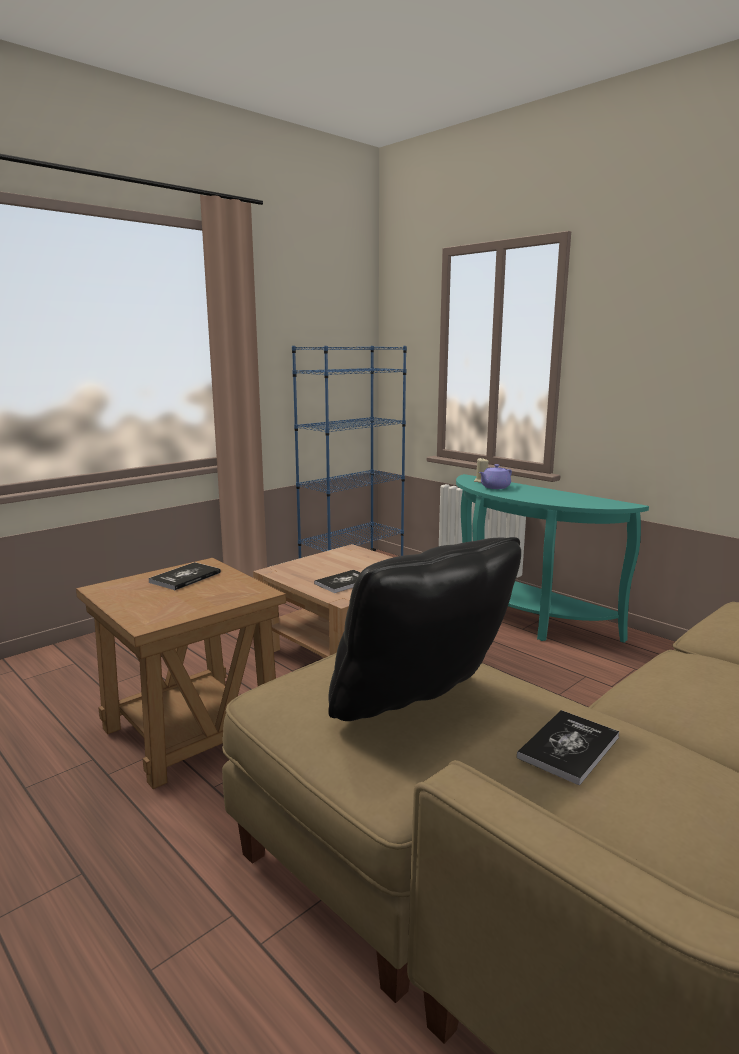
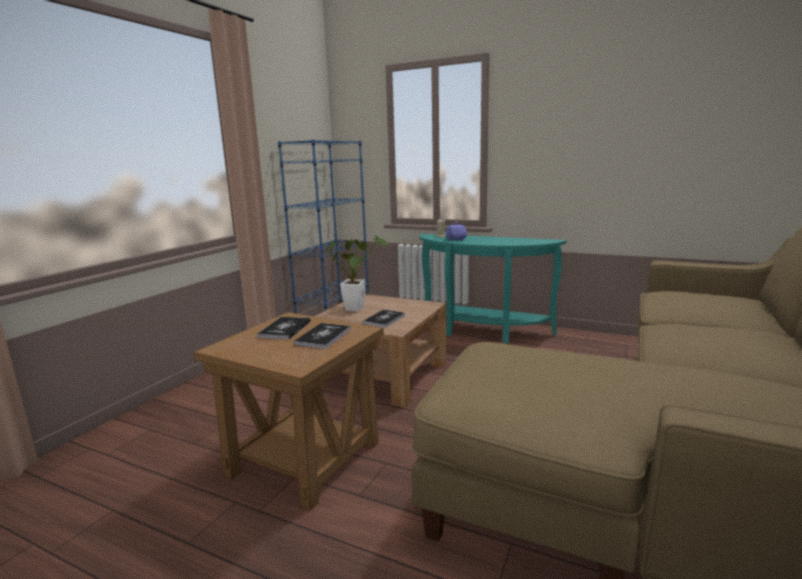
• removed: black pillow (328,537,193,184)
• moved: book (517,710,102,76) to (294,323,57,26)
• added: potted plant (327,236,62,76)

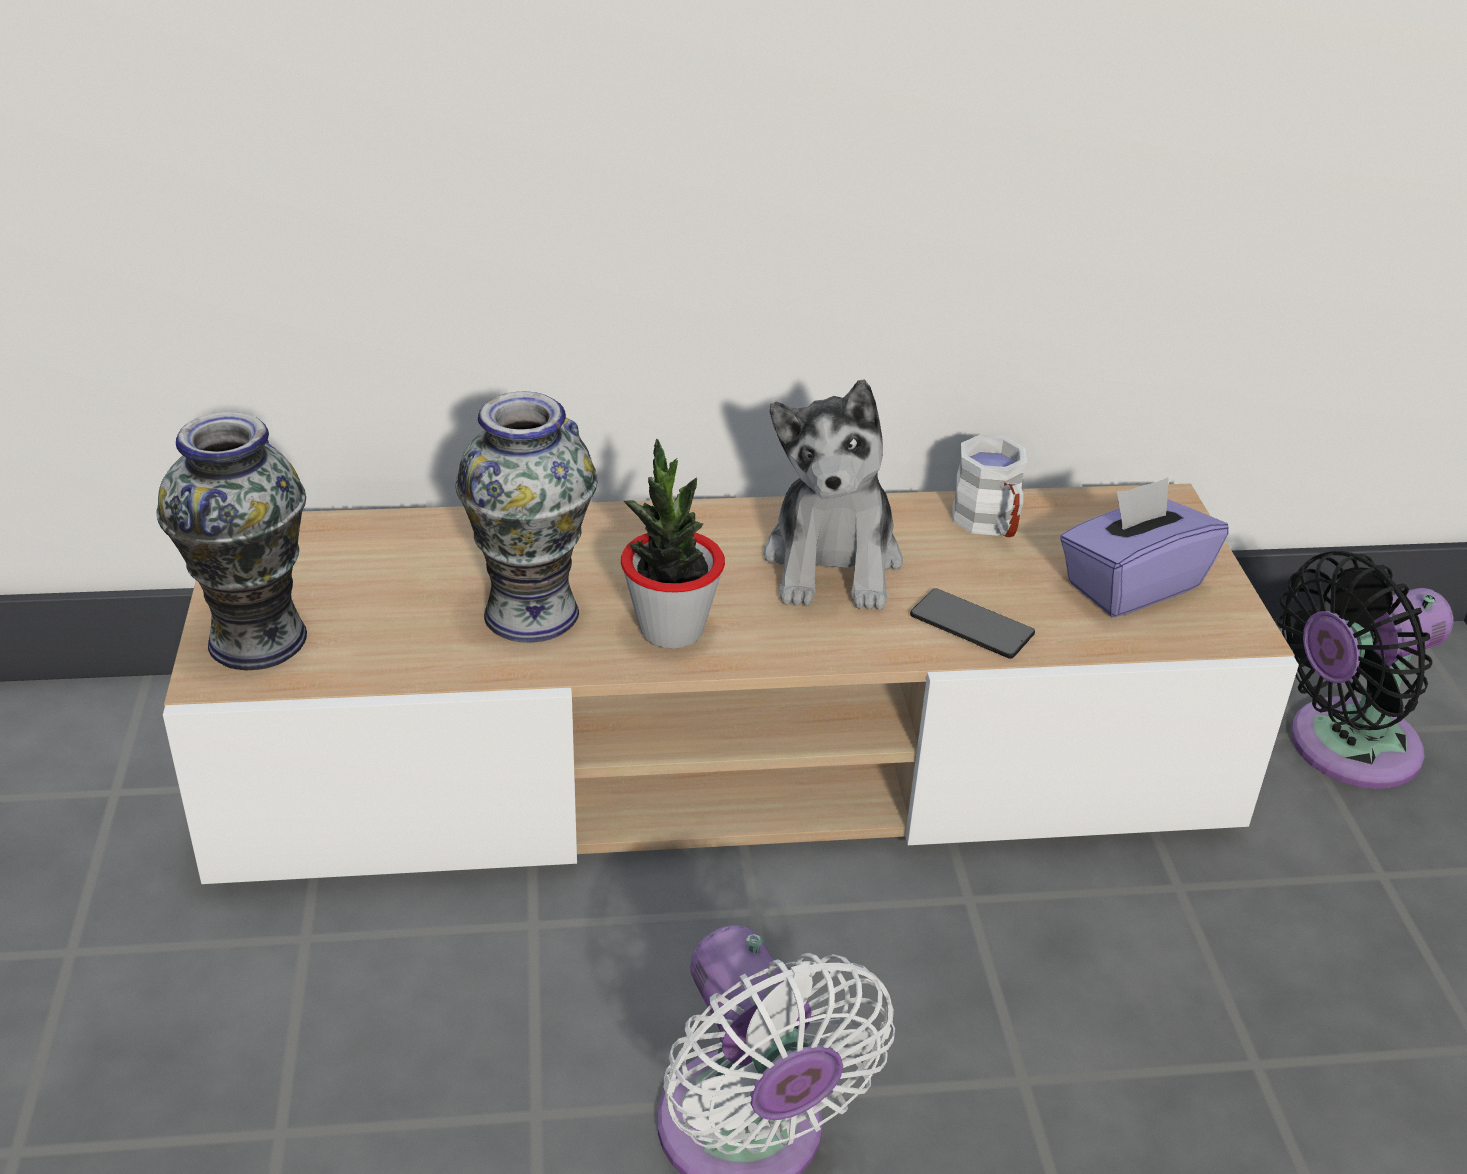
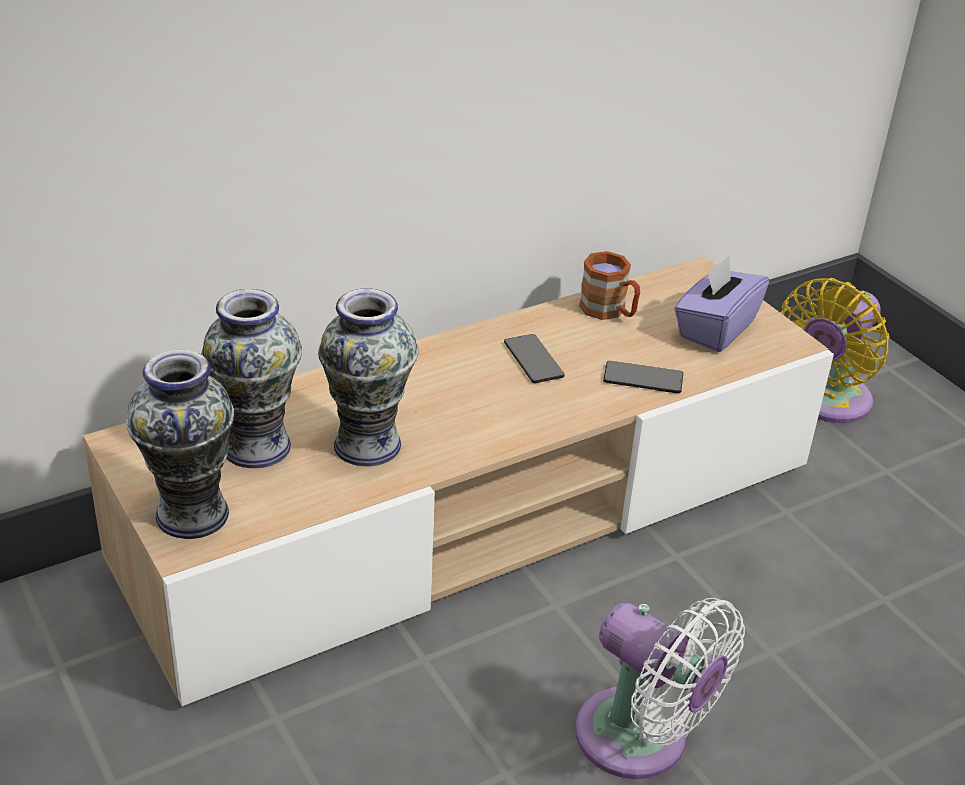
• removed: potted plant (621,439,104,210)
• replaced: plush toy (763,379,140,231) to phone (504,334,60,49)
• recoloured: white mug (952,435,75,102) to brown mug (579,251,61,69)
• recoloured: black fan (1277,551,176,238) to yellow fan (781,278,109,145)
• added: vase (201,289,101,179)

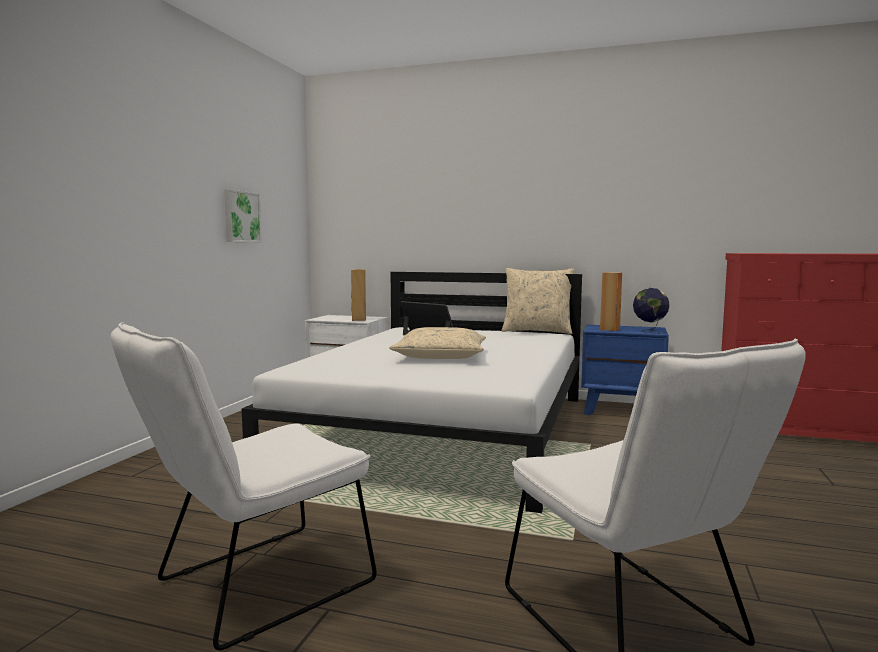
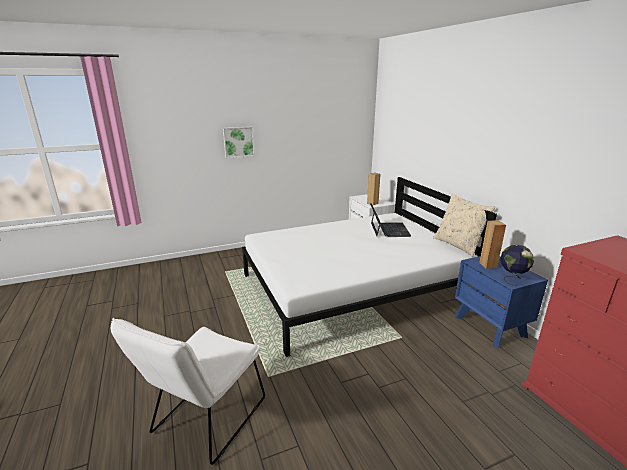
• removed: white chair (111,322,266,329)
• moved: picture (224,189,38,53) to (223,127,31,31)
• removed: beige pillow (389,327,97,32)

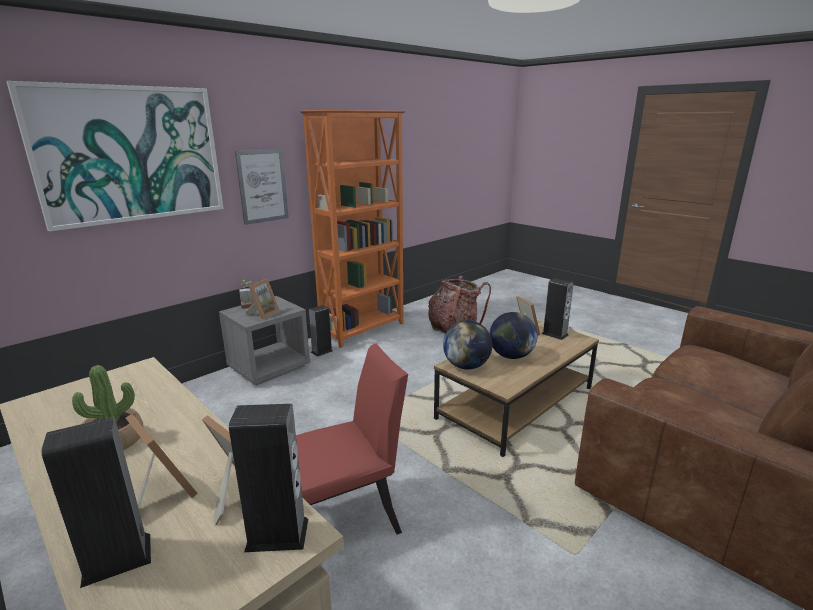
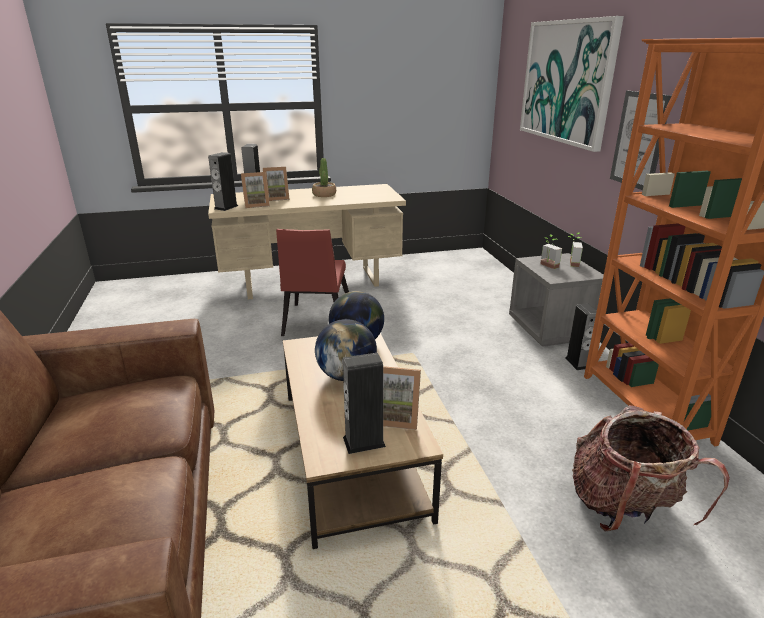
• replaced: picture frame (246,278,34,41) to potted plant (540,235,22,34)

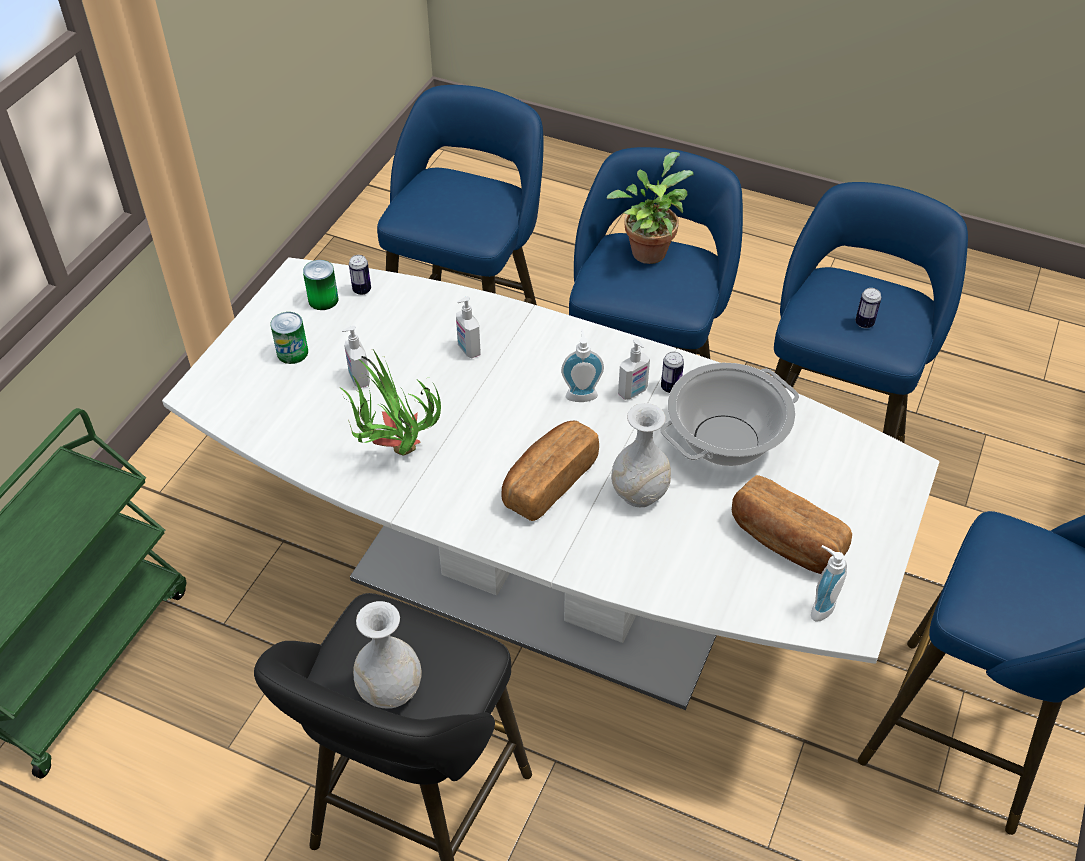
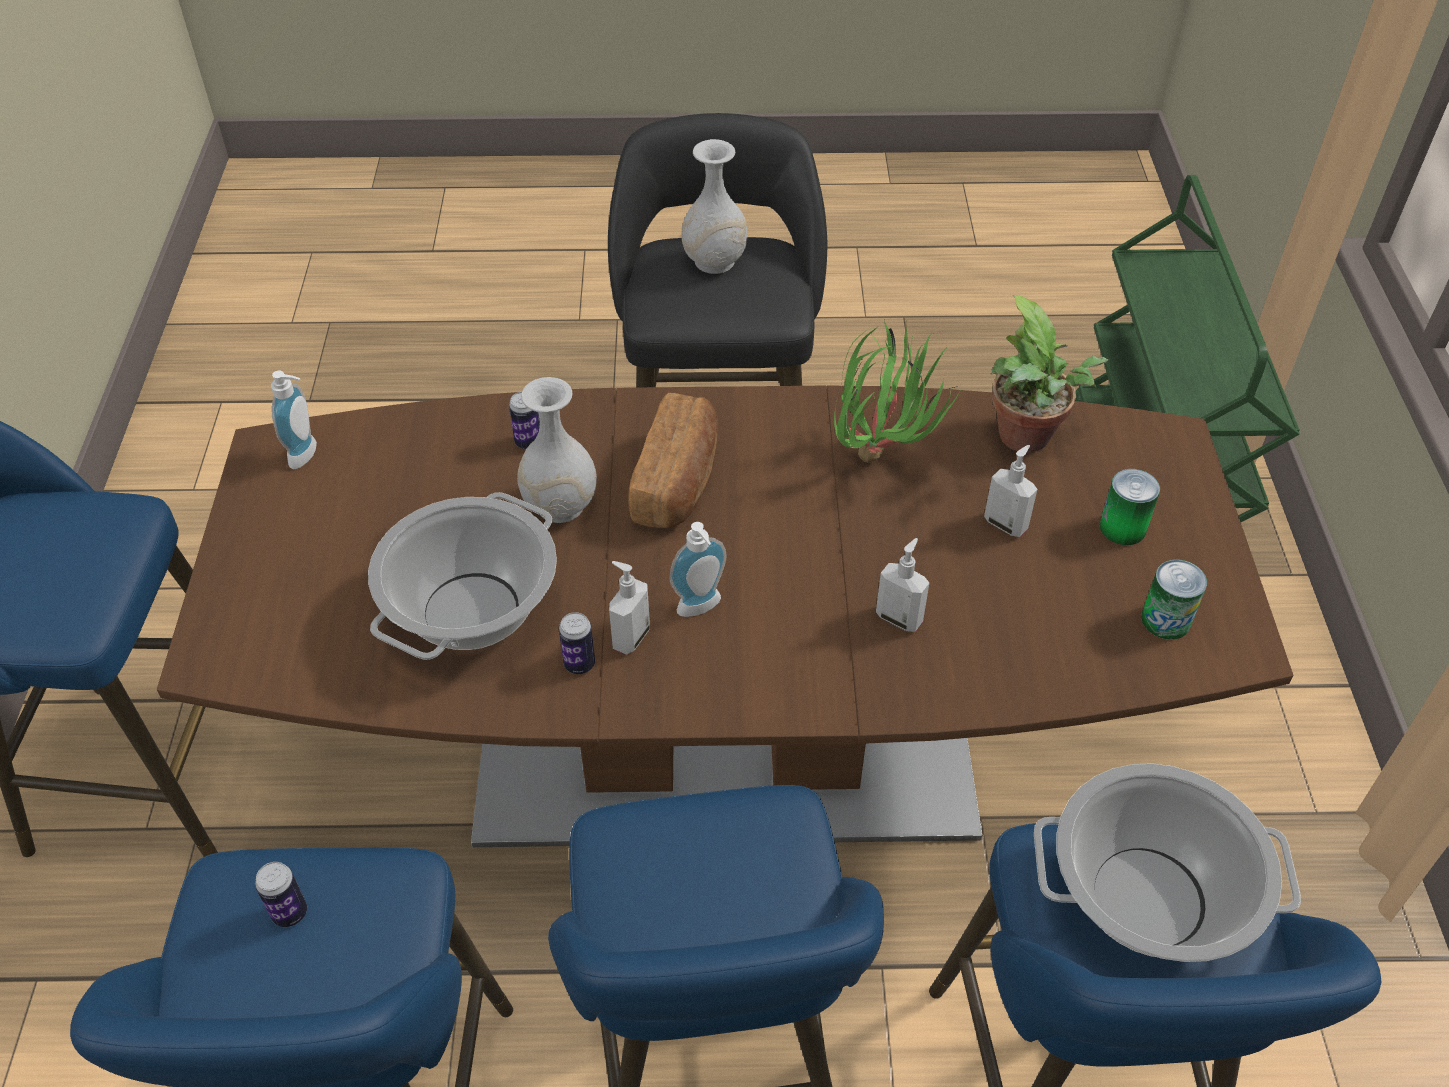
• recoloured: white dining table (162,257,777,453) to brown dining table (157,386,1136,461)
• moved: can (349,255,22,40) to (509,392,31,57)
• moved: potted plant (607,152,87,112) to (991,295,118,158)
• removed: bread (732,475,120,99)
• added: cooking pot (1034,763,267,199)

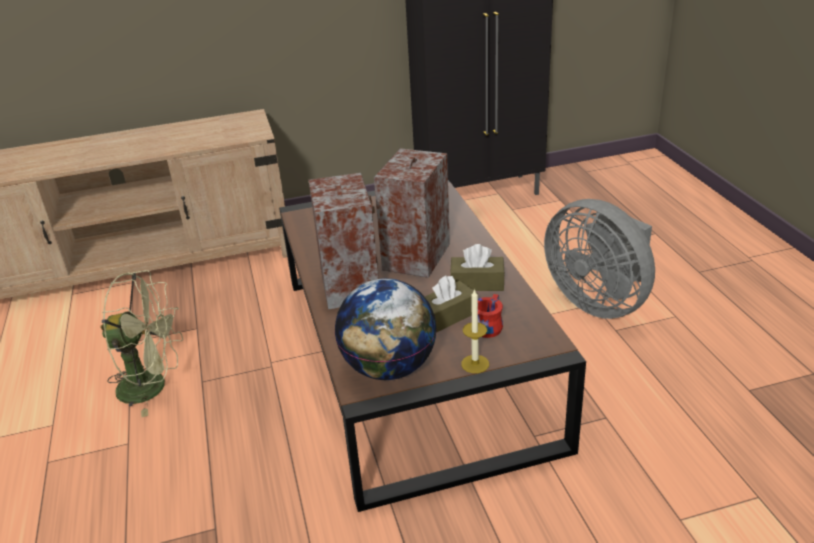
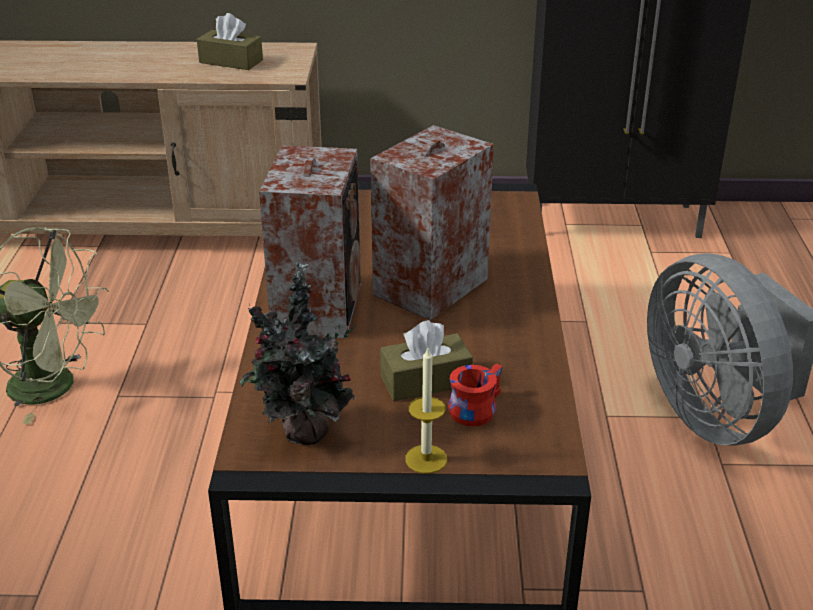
• replaced: globe (335,278,102,102) to potted plant (240,263,116,182)
• moved: brown tissue box (450,244,55,47) to (197,13,66,57)

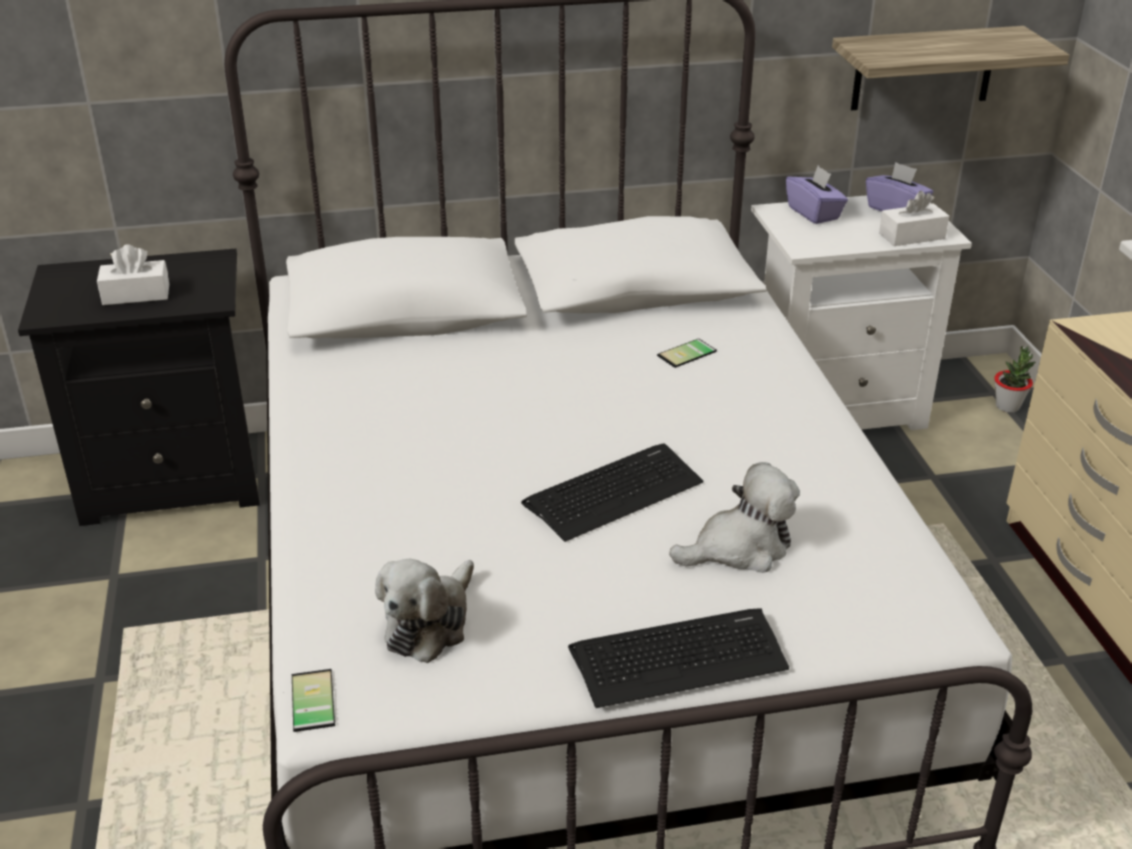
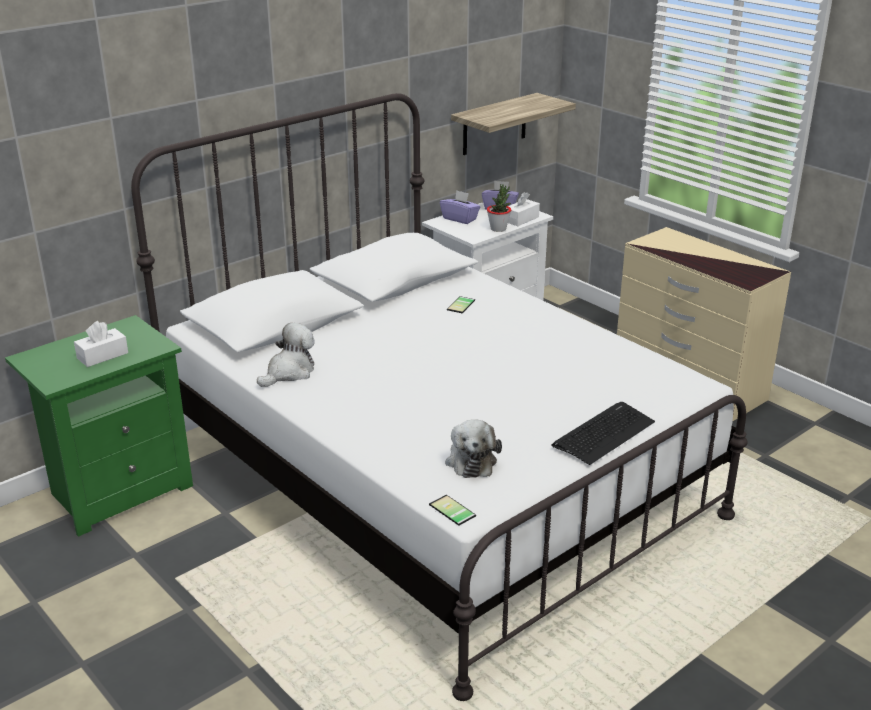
• recoloured: black nightstand (18,249,242,277) to green nightstand (5,315,188,222)
• removed: keyboard (521,443,182,99)
• moved: plush toy (669,462,131,111) to (257,323,58,64)
• moved: potted plant (994,346,42,67) to (487,184,24,48)

